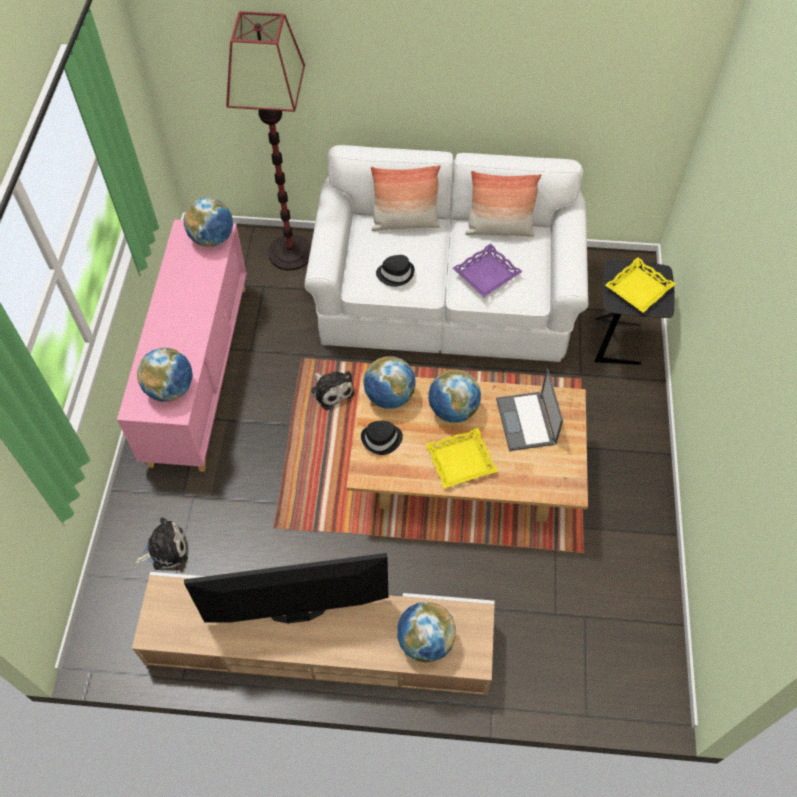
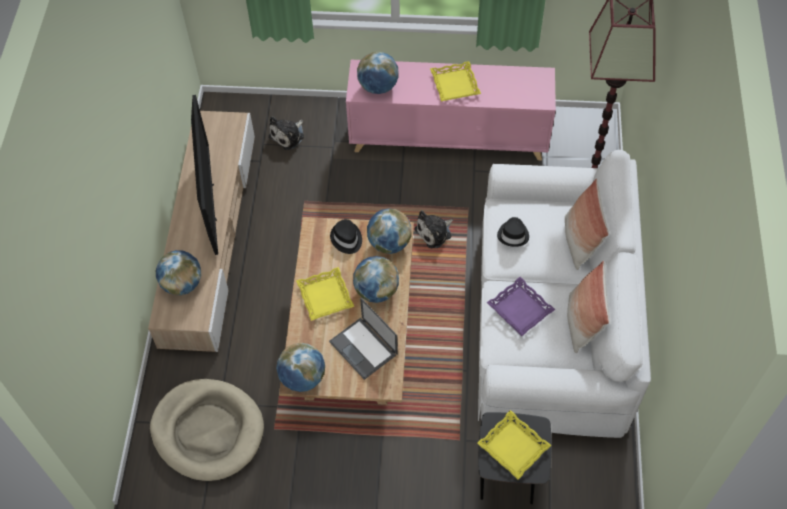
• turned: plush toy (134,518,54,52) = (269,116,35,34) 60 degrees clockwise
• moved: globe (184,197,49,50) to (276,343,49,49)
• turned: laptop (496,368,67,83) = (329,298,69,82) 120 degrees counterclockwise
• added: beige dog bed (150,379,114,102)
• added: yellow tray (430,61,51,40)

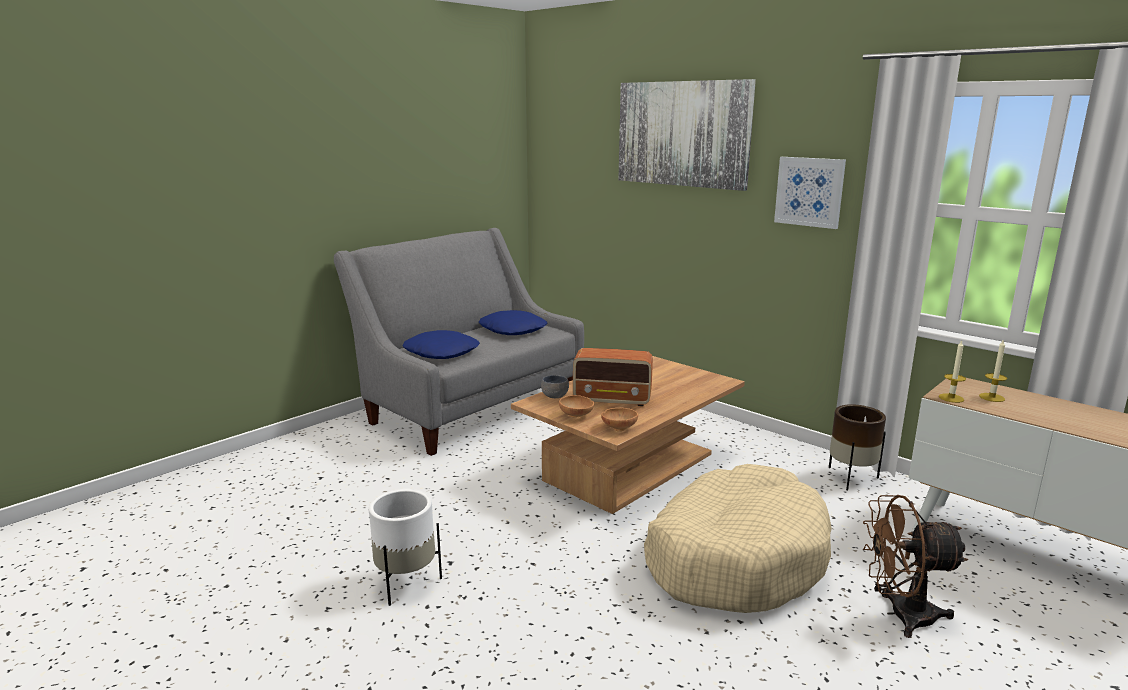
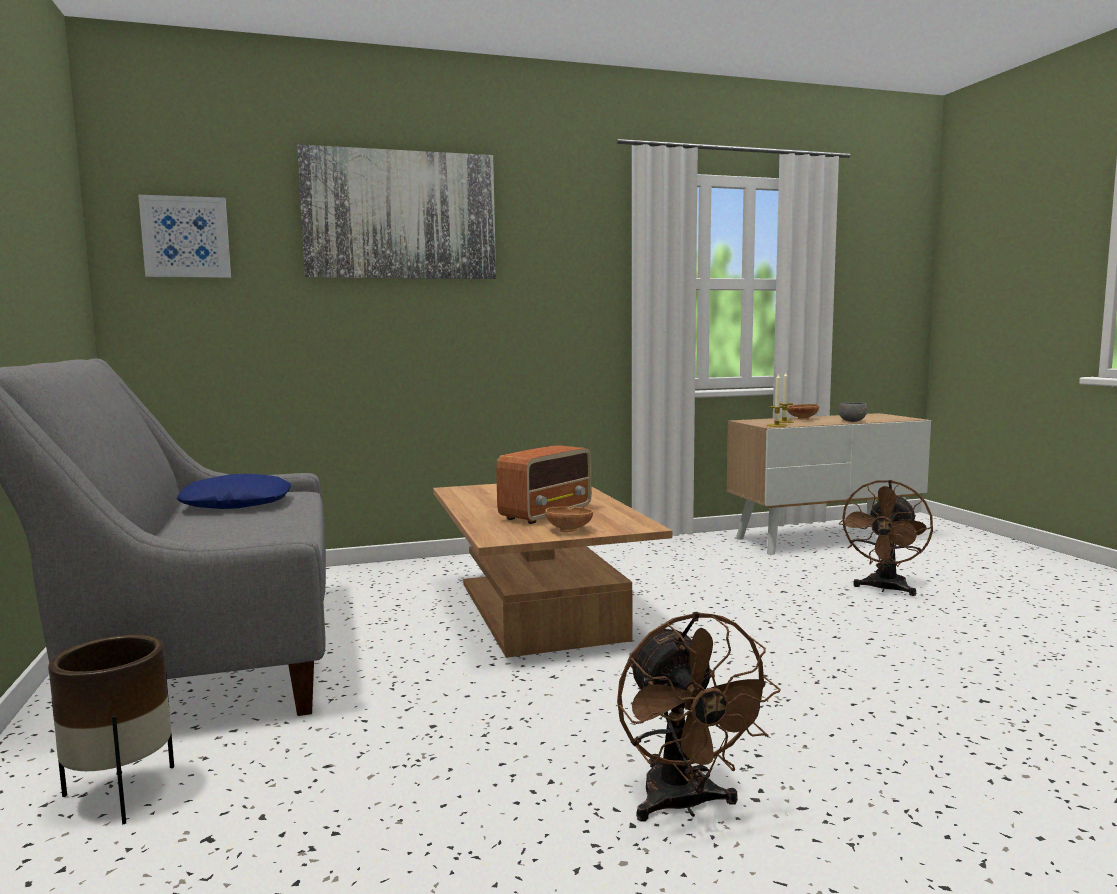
• replaced: white planter (369,489,73,117) to brown fan (617,612,164,210)
• removed: blue pillow (402,330,78,29)
• moved: grey bowl (541,375,28,23) to (838,402,30,20)
• moved: brown bowl (601,407,37,24) to (787,404,32,16)
• removed: beige dog bed (644,464,188,149)
• moved: picture (774,157,72,72) to (138,195,93,83)
• moved: brown planter (829,404,57,87) to (48,635,126,189)

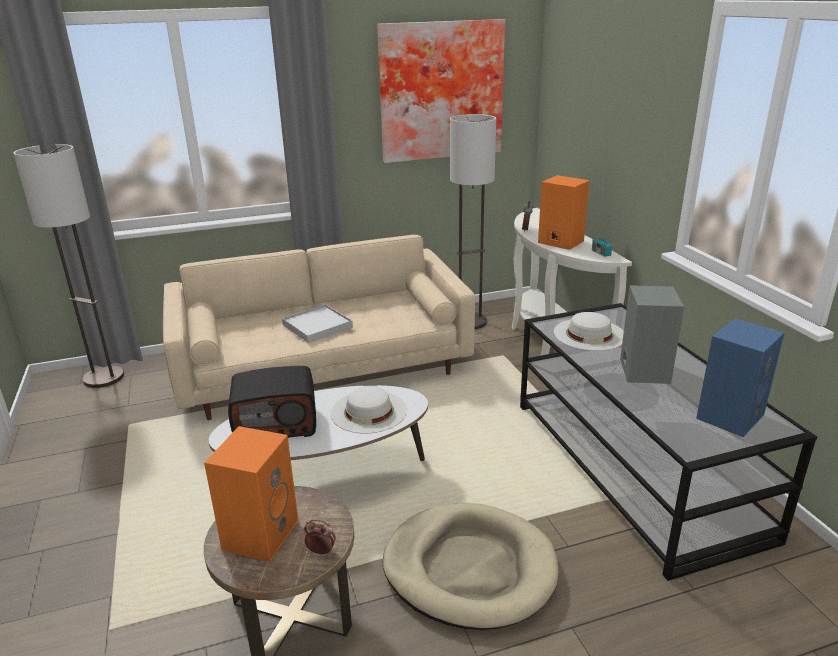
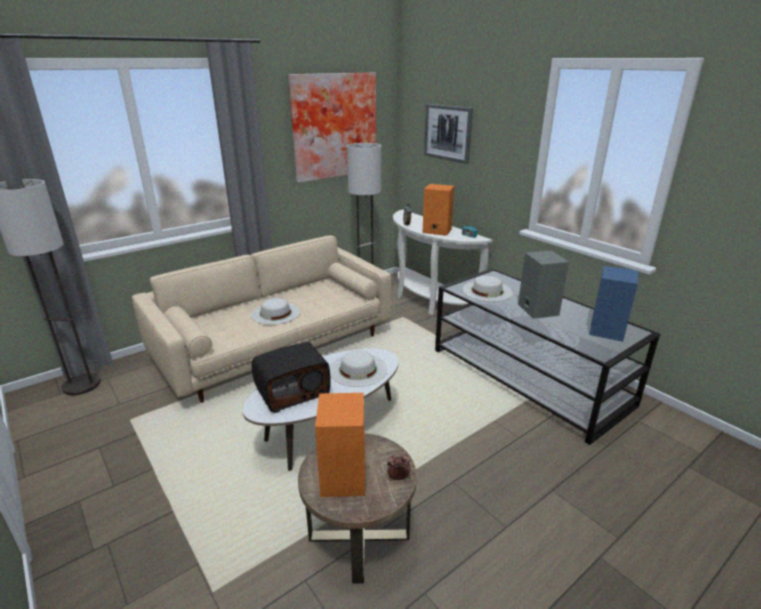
• replaced: white tray (282,304,71,39) to white hat (251,298,49,27)
• removed: beige dog bed (383,503,176,127)
• added: picture (424,104,49,60)

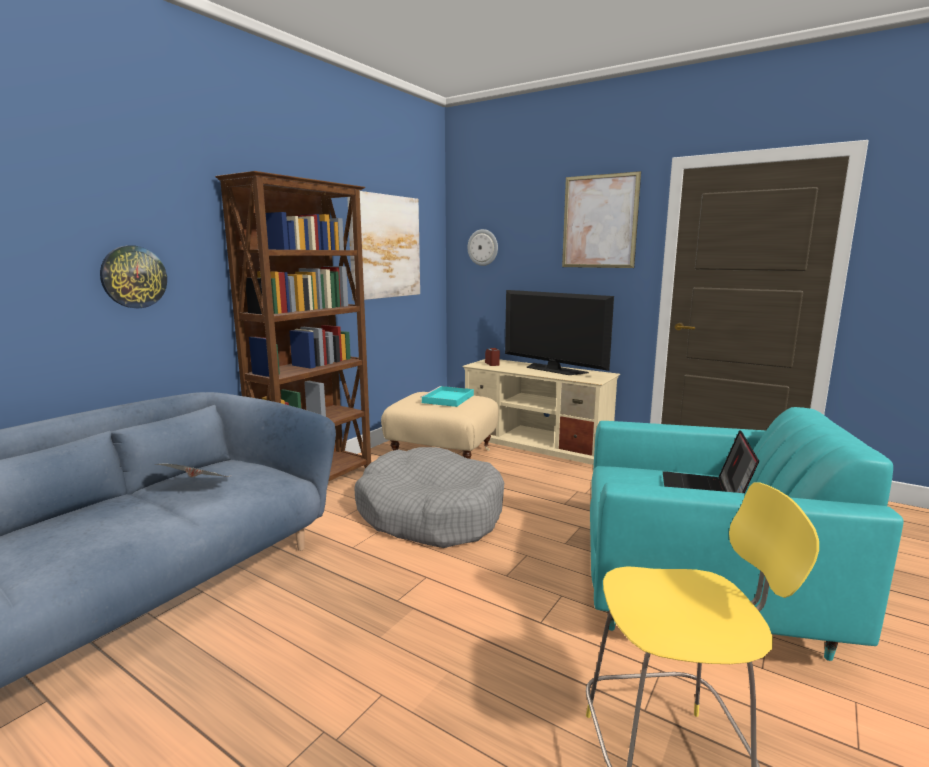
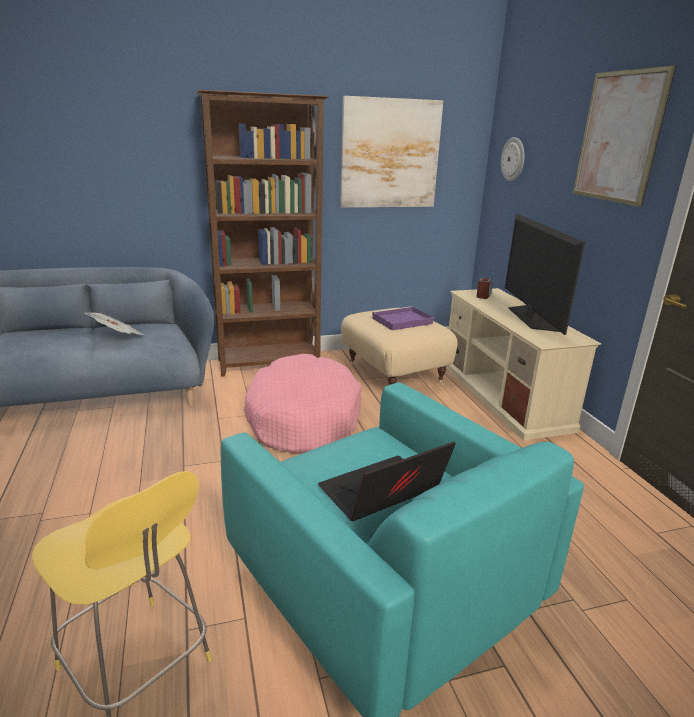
• removed: wall clock (100,246,67,62)
• recoloured: grey dog bed (354,447,150,101) to pink dog bed (244,354,118,100)
• recoloured: turquoise tray (420,386,54,21) to purple tray (372,306,61,25)

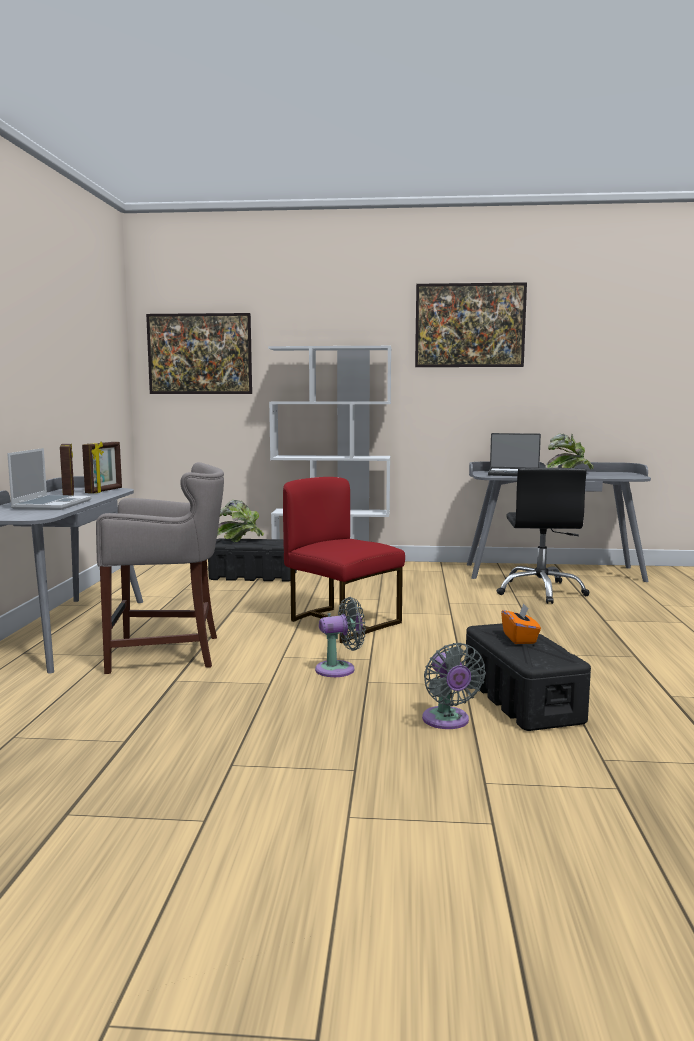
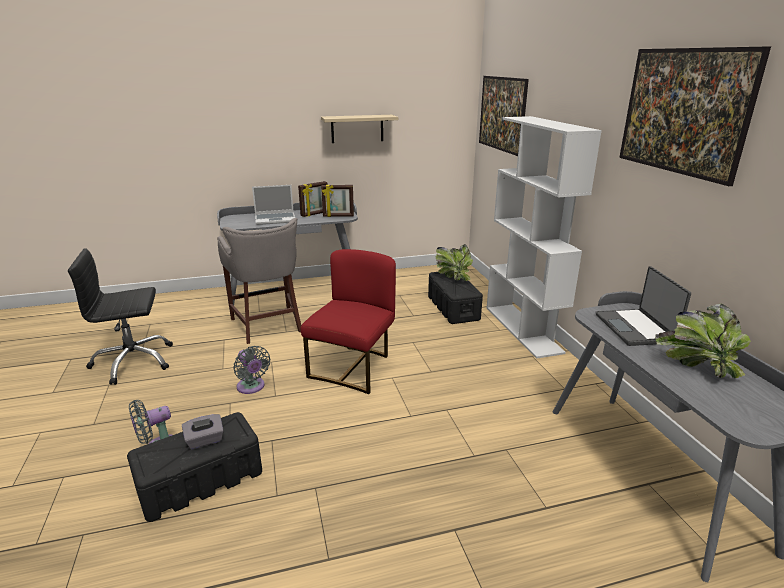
• moved: black office chair (497,468,93,136) to (68,248,105,137)
• recoloured: orange tissue box (501,603,40,41) to grey tissue box (182,414,42,35)
• added: shelf (321,115,77,28)

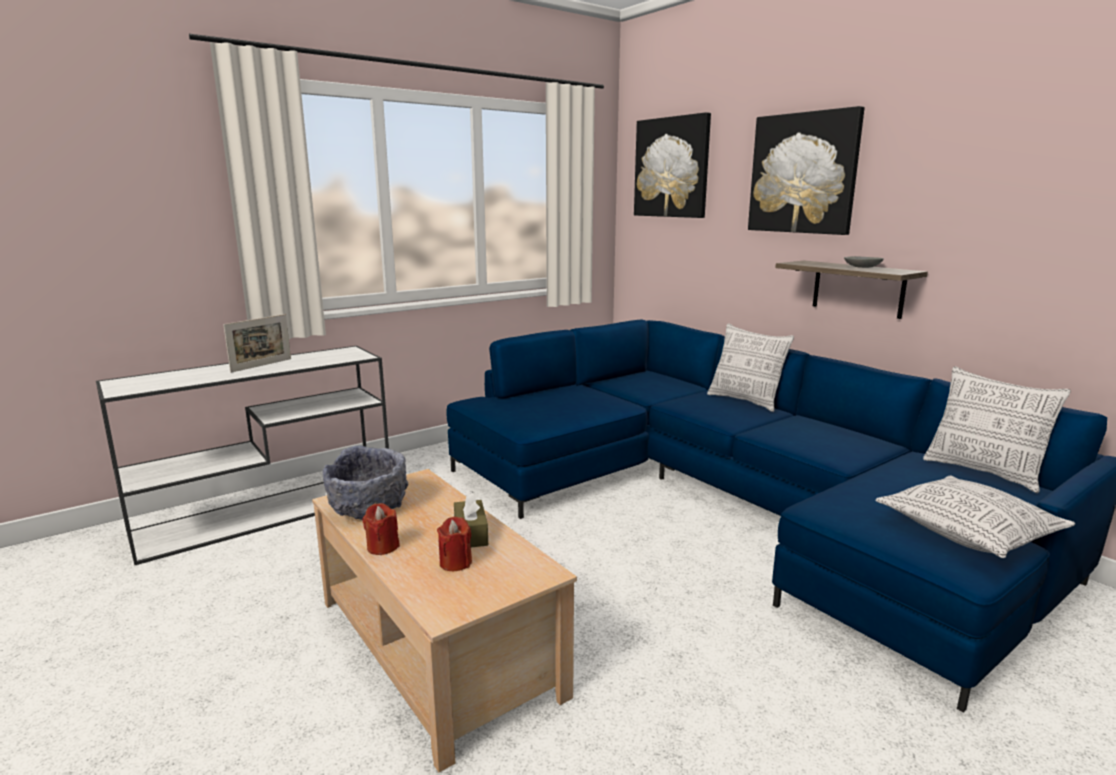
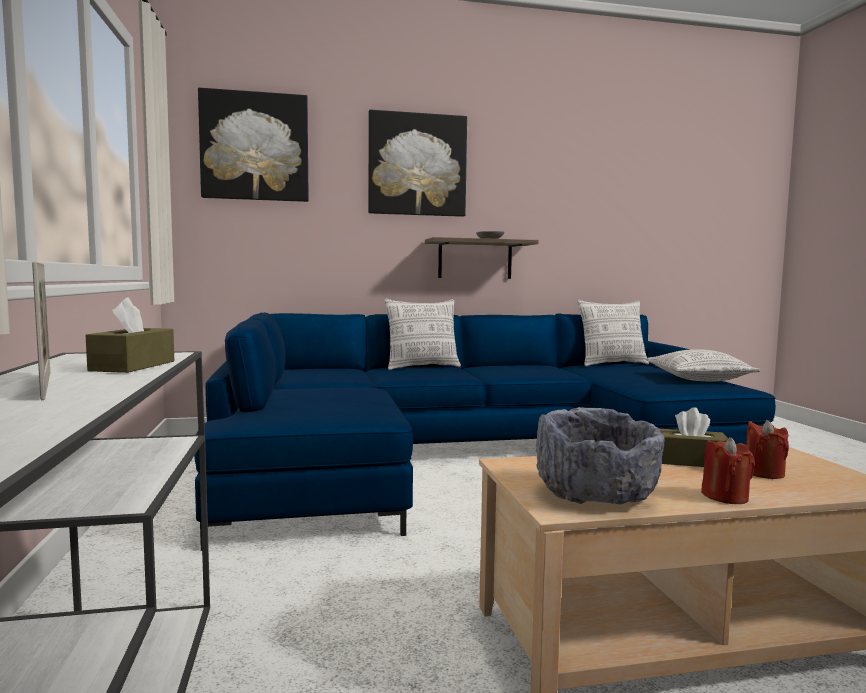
• added: brown tissue box (86,297,88,76)

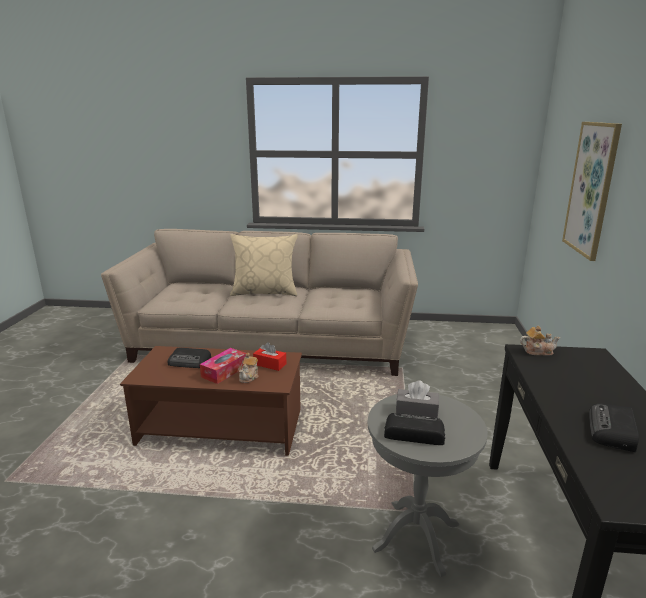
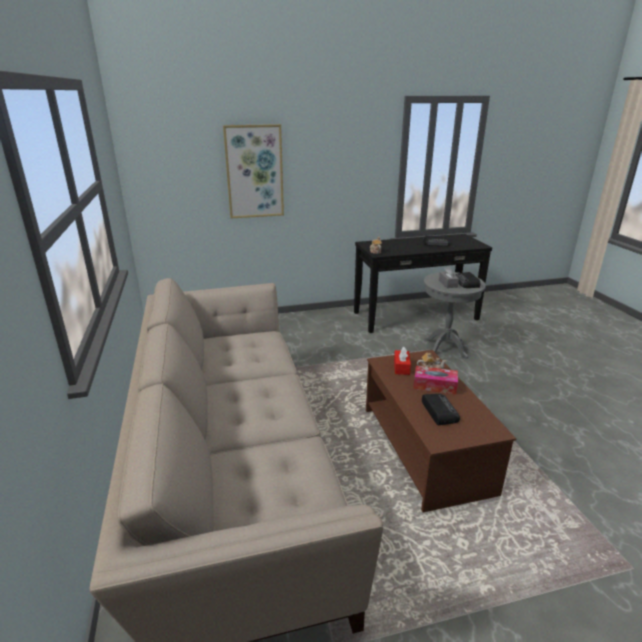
• removed: beige pillow (230,234,68,62)

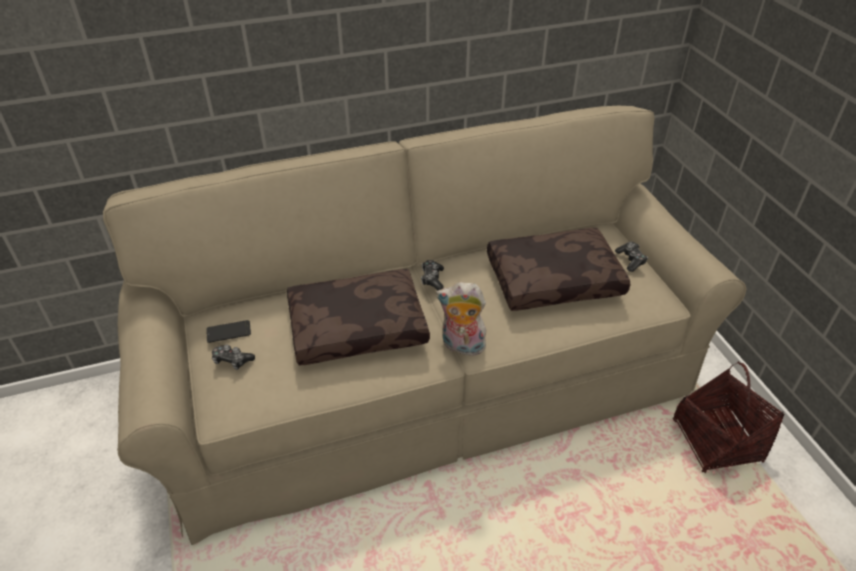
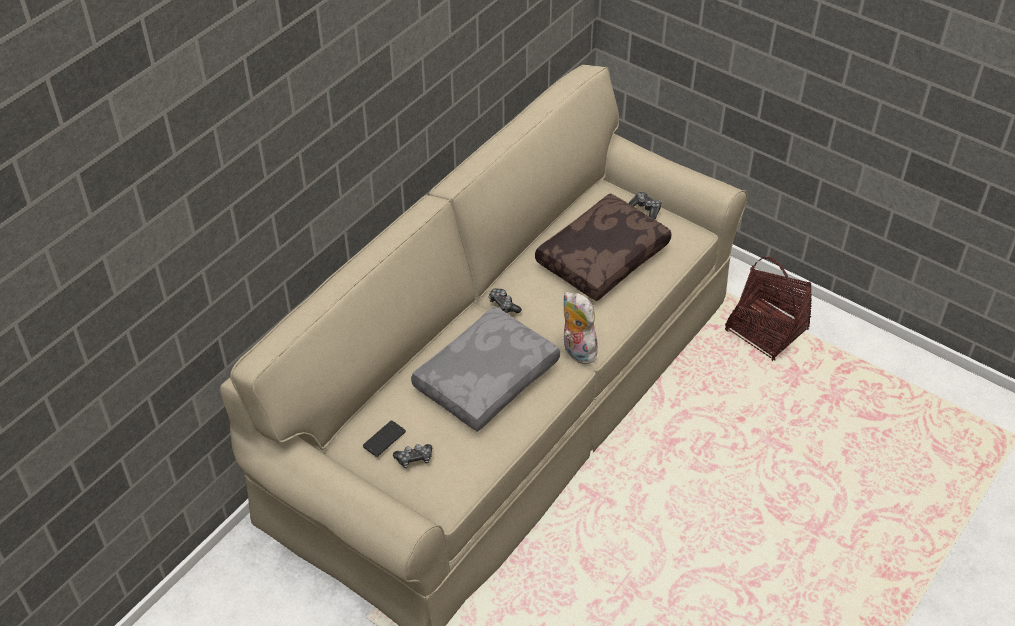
• recoloured: brown pillow (287,269,143,96) to grey pillow (411,306,149,126)
• turned: plush toy (436,282,50,74) = (563,292,35,72) 75 degrees clockwise

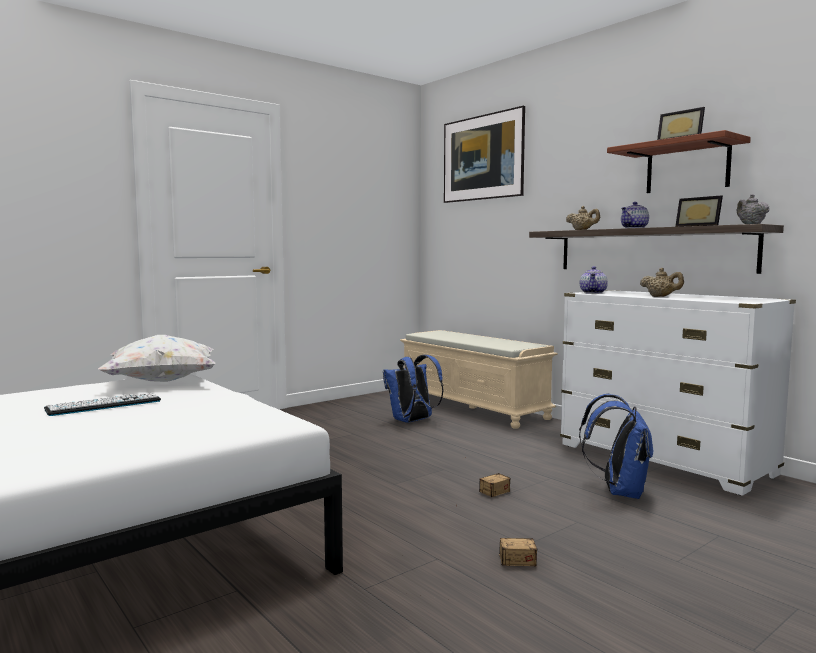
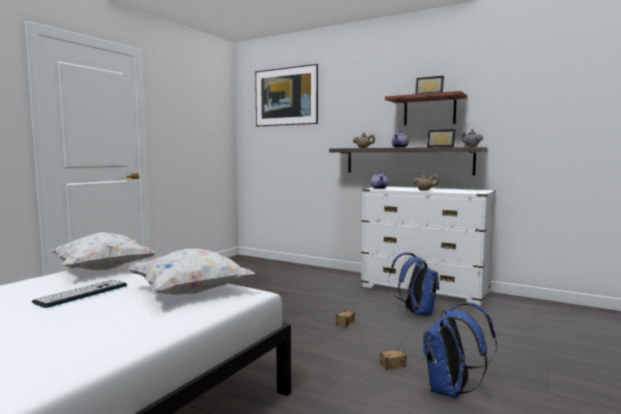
• moved: blue backpack (383,355,61,68) to (423,302,74,97)
• removed: beige bench (400,330,158,99)
• added: white pillow (128,249,127,46)

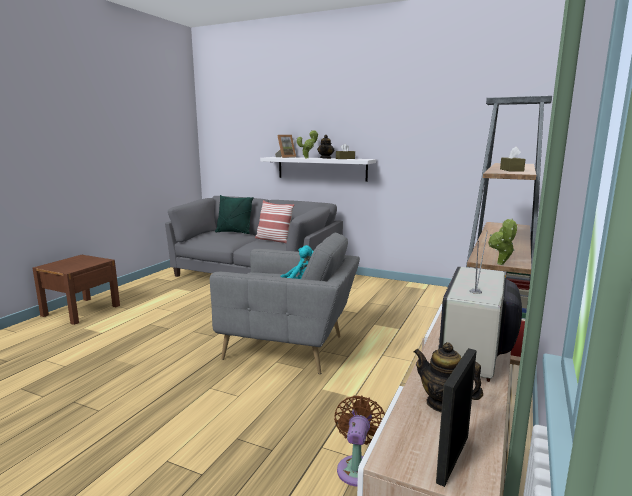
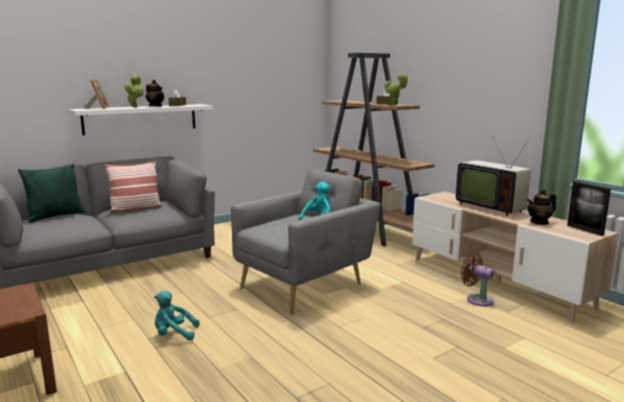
• moved: potted plant (488,218,30,47) to (385,73,24,33)
• added: turquoise plush toy (154,291,45,50)

